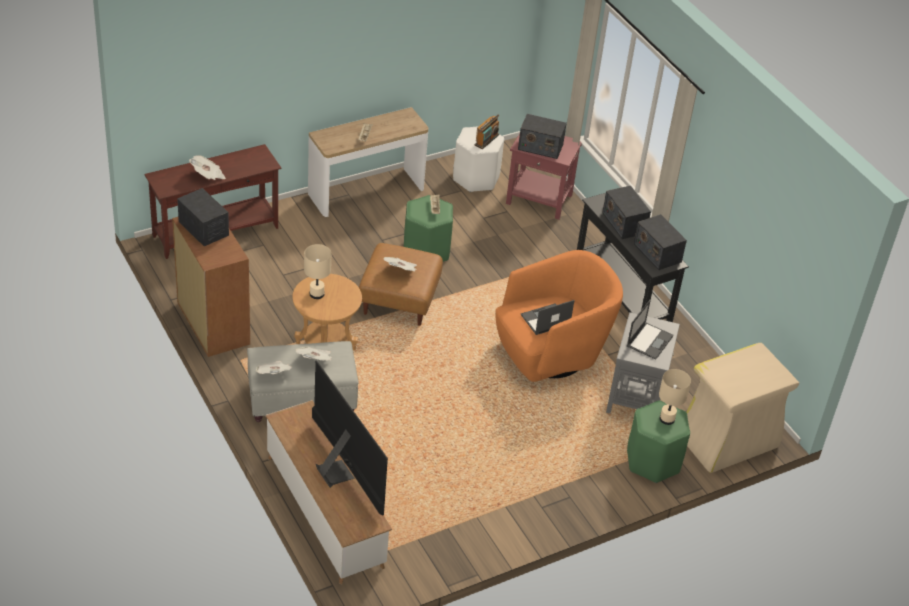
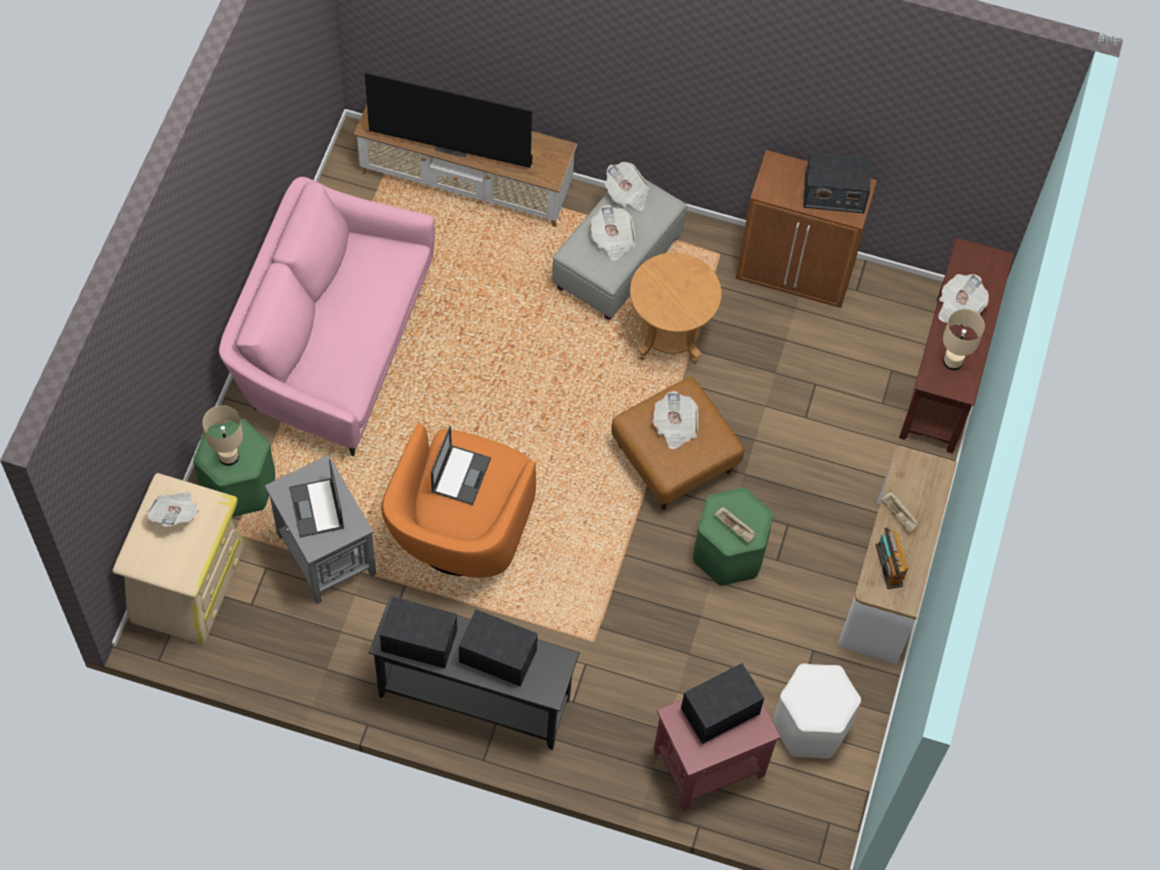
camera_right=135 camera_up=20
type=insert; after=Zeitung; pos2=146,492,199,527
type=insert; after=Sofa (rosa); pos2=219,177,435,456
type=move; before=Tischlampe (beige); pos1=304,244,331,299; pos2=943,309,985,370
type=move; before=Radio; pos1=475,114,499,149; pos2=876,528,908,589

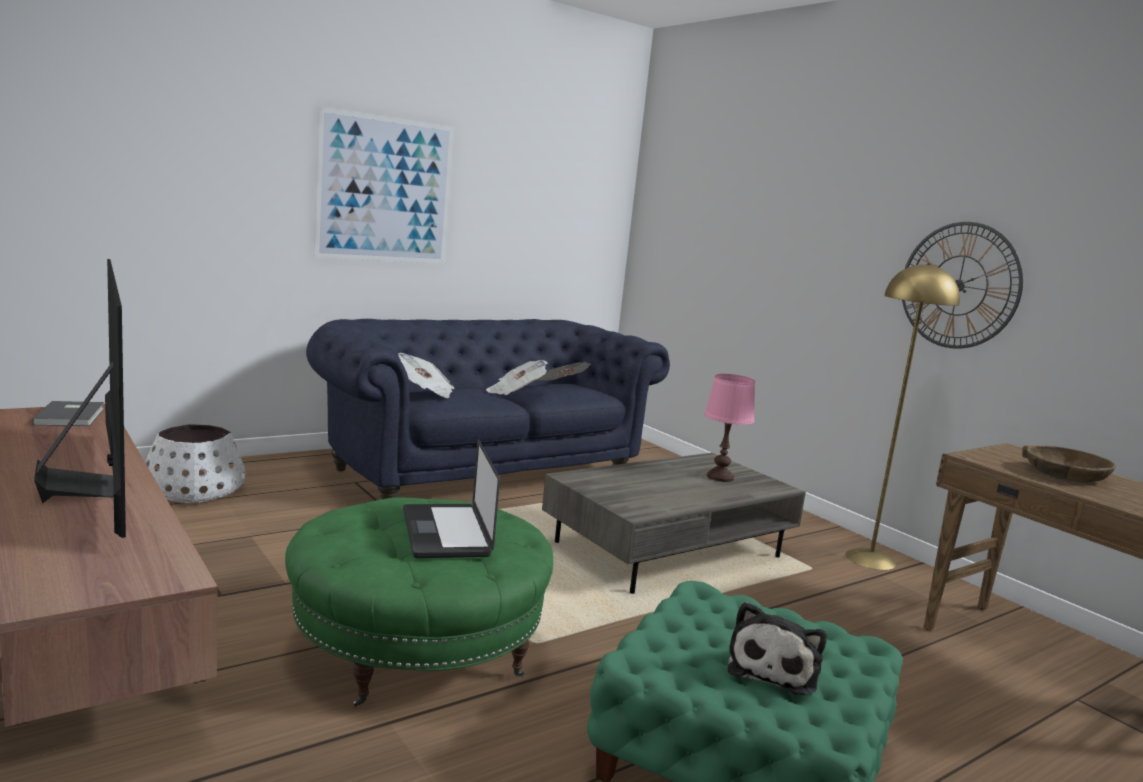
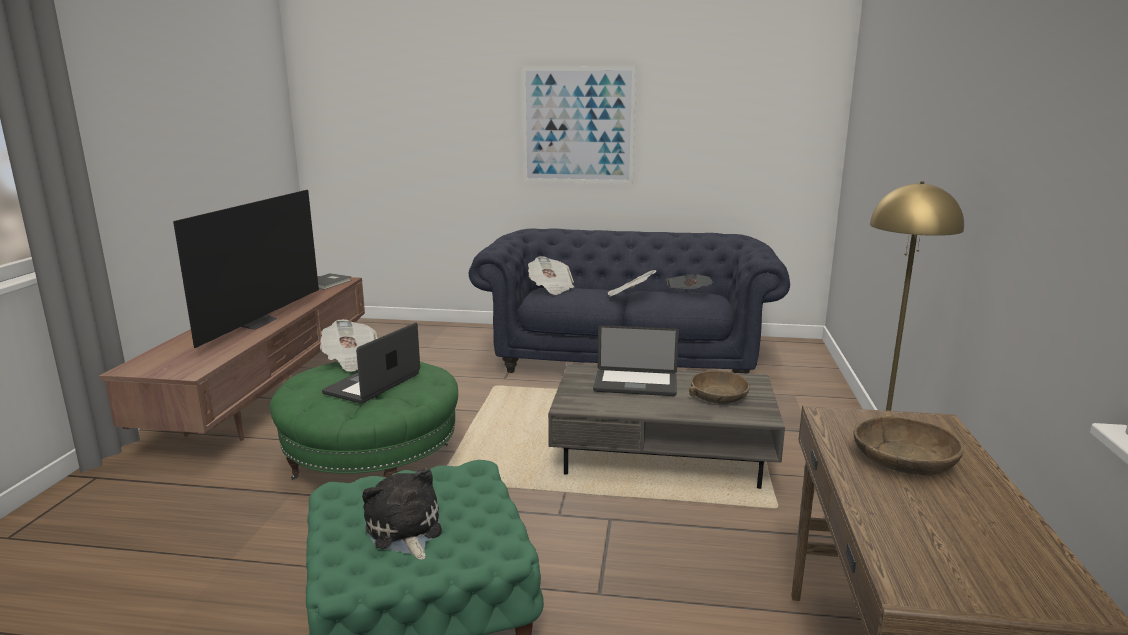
camera_right=45 camera_up=5
type=delete; before=Pflanzkübel (weiß); pos1=145,424,246,503
type=delete; before=Wanduhr; pos1=902,222,1023,349
type=insert; after=Zeitung; pos2=320,319,377,372
type=insert; after=Laptop; pos2=593,325,679,396
type=replace; before=Tischlampe (rosa); after=Schüssel (braun); pos1=704,374,755,482; pos2=689,371,750,404
type=rotate; before=Plüschtier; pos1=728,602,827,695; pos2=362,468,442,560; turn=90

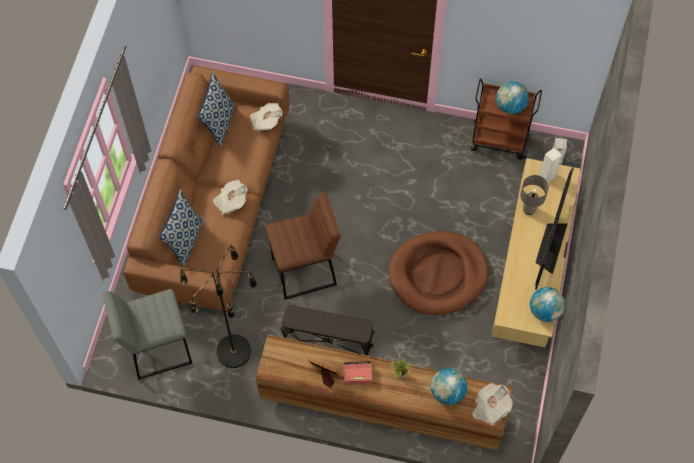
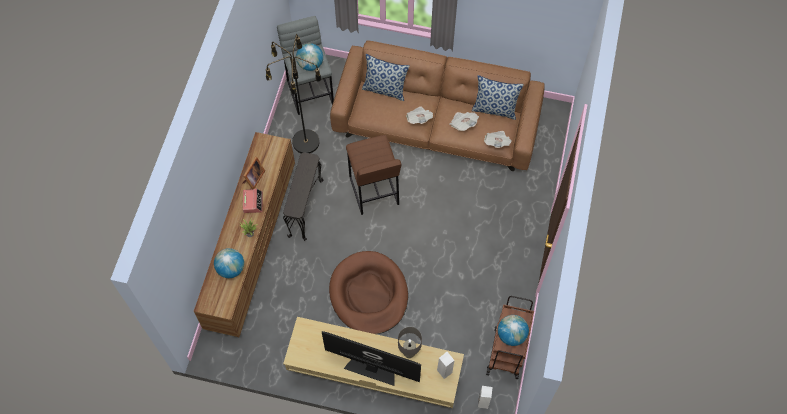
camera_right=90 camera_up=0
type=move; before=Zeitung; pos1=472,383,513,425; pos2=449,112,479,131
type=move; before=Globus; pos1=530,287,565,322; pos2=296,43,323,71

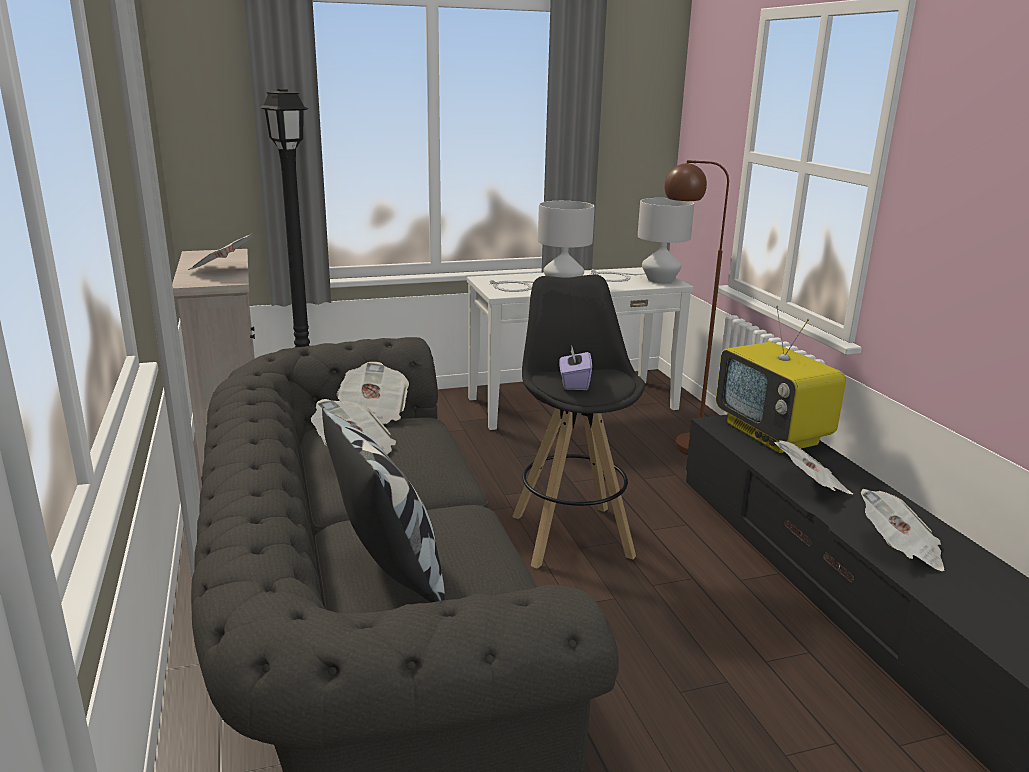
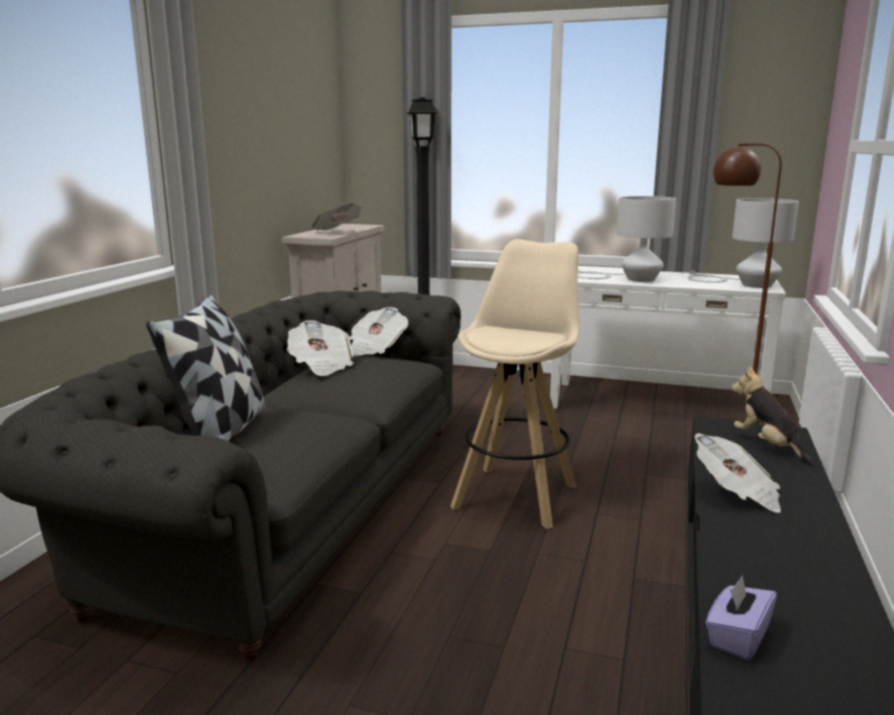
camera_right=35 camera_up=-5
type=delete; before=Zeitung; pos1=861,489,945,571
type=move; before=Taschentuchbox (lila); pos1=559,347,592,390; pos2=706,575,777,661
type=replace; before=Fernseher; after=Plüschtier; pos1=716,306,846,453; pos2=732,366,815,466
type=recolor; before=Hocker (schwarz); after=Hocker (beige); pos1=512,275,645,569; pos2=451,239,580,529

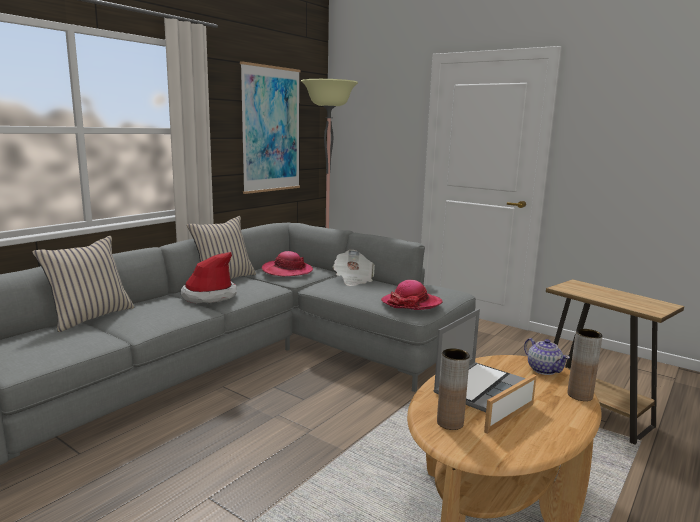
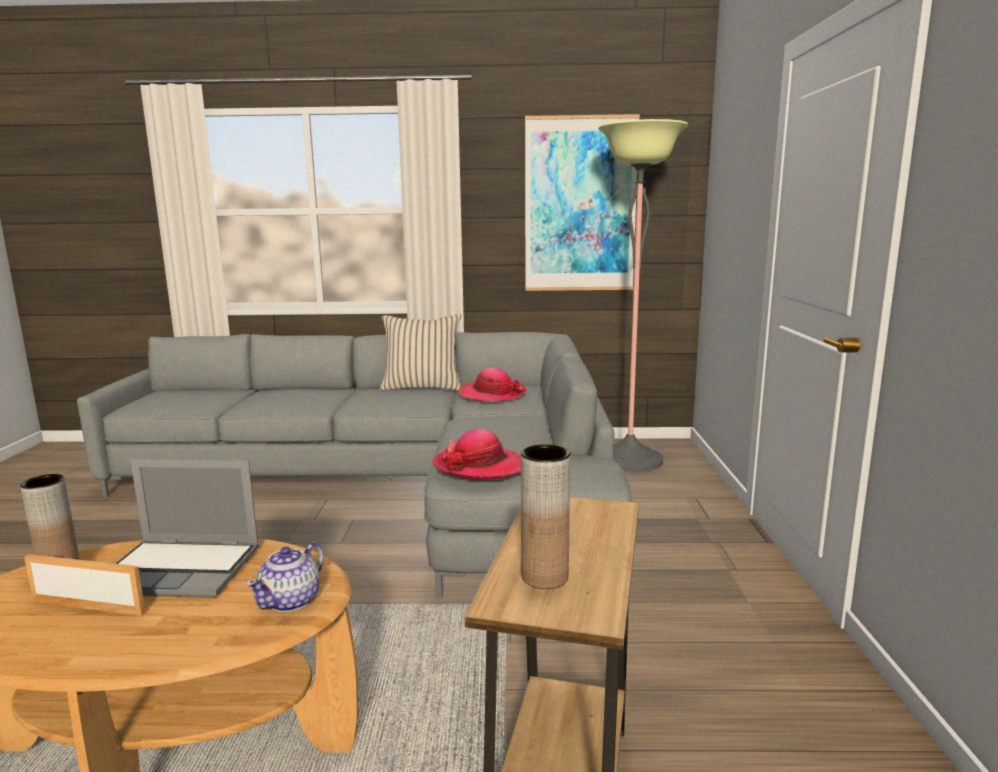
camera_right=55 camera_up=0
type=delete; before=Kissen (beige); pos1=32,236,135,332
type=delete; before=Hut; pos1=180,252,237,303
type=delete; before=Zeitung; pos1=333,250,375,286
type=move; before=Vase (braun); pos1=567,329,603,401; pos2=521,444,571,589

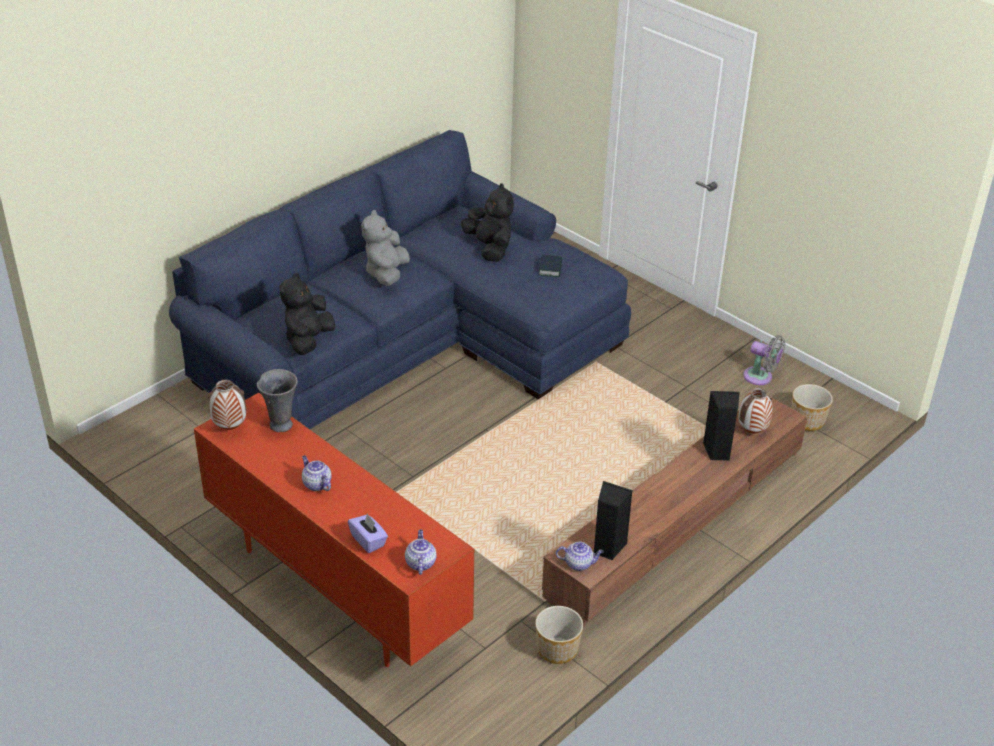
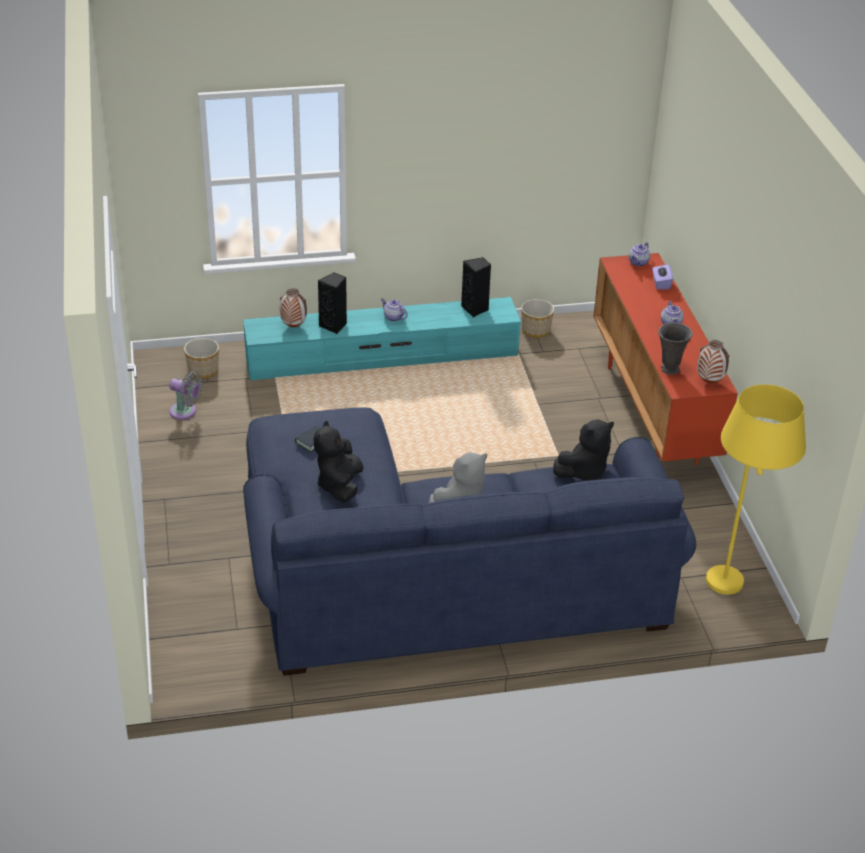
camera_right=-145 camera_up=0
type=insert; after=Stehlampe (gelb); pos2=706,384,806,595
type=move; before=Teekanne; pos1=556,542,604,571; pos2=381,298,408,322
type=recolor; before=Fernsehschrank (braun); after=Fernsehschrank (türkis); pos1=542,397,807,628; pos2=243,297,521,380
type=rotate; before=Ventilator (grau); pos1=743,335,785,385; pos2=169,371,203,420; turn=135

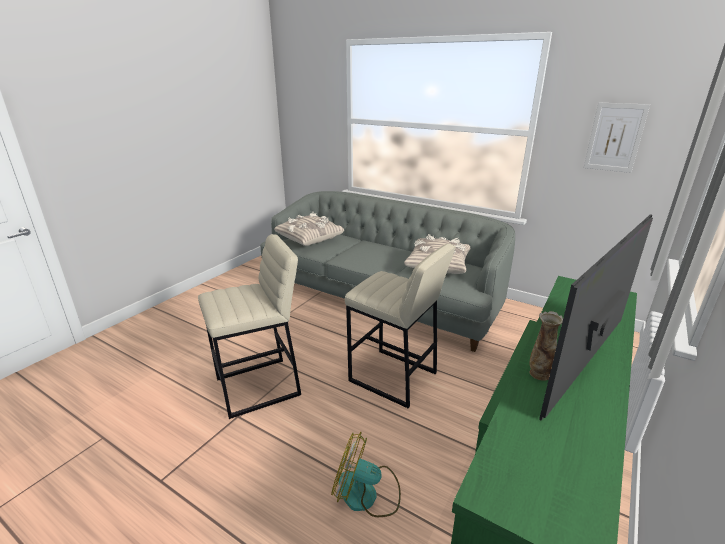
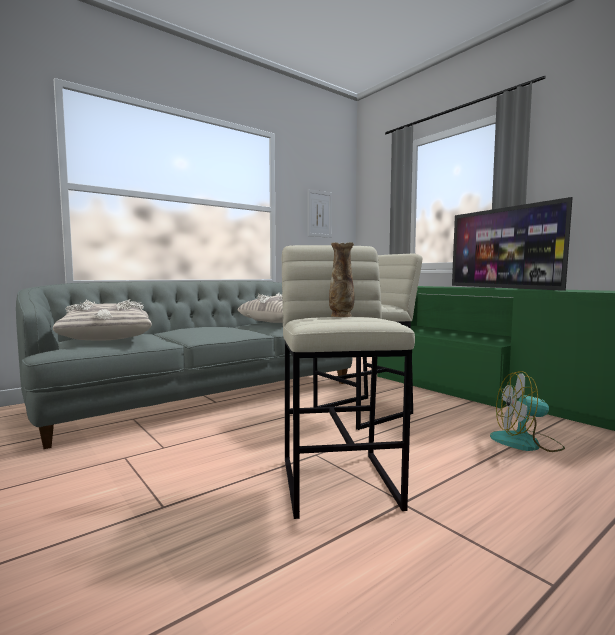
camera_right=-70 camera_up=-20
type=move; before=Vase; pos1=530,311,563,381; pos2=329,242,354,317
type=rotate; before=Ventilator; pos1=331,432,401,517; pos2=490,371,565,452; turn=60

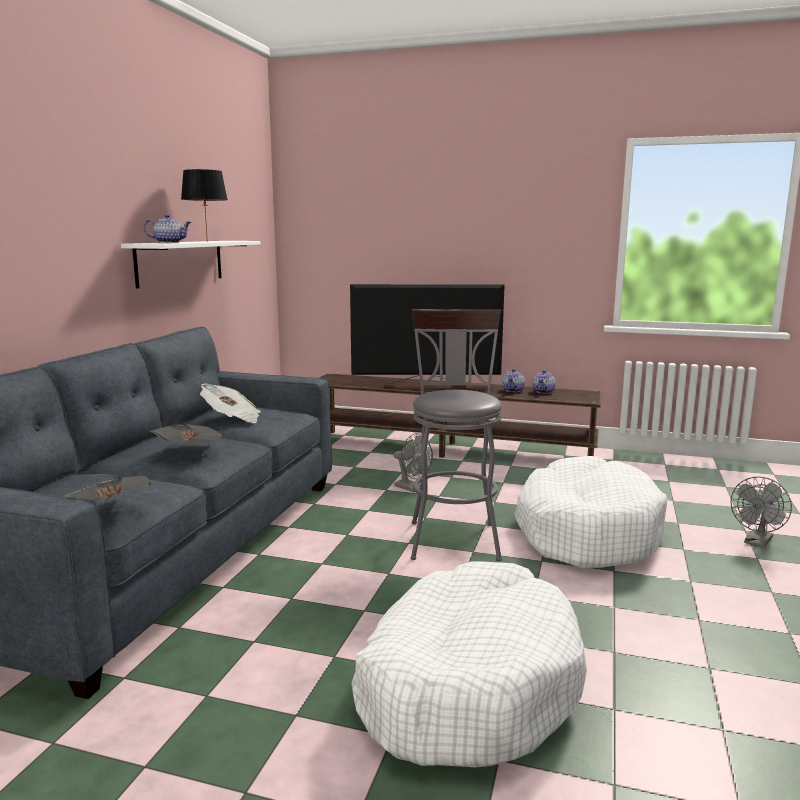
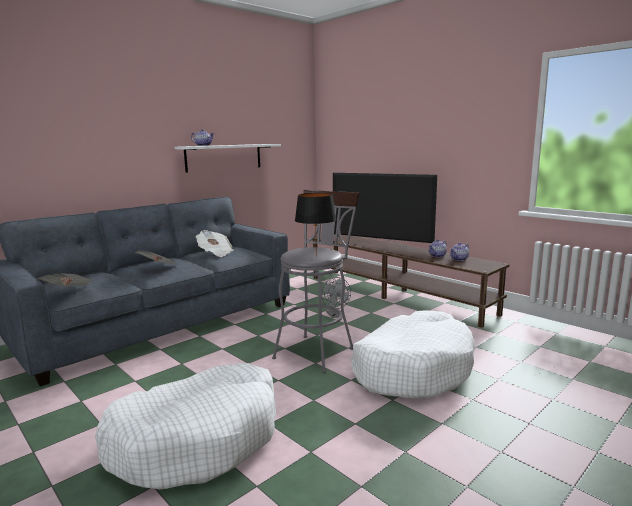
camera_right=30 camera_up=0
type=delete; before=Ventilator (grau); pos1=731,477,792,548
type=move; before=Tischlampe (schwarz); pos1=181,169,228,242; pos2=295,193,336,257

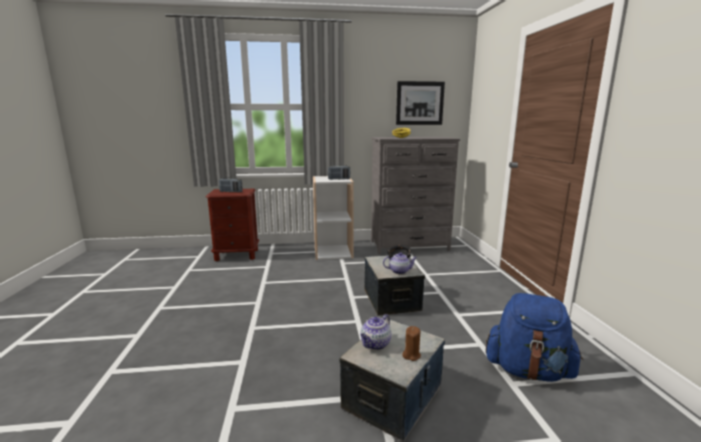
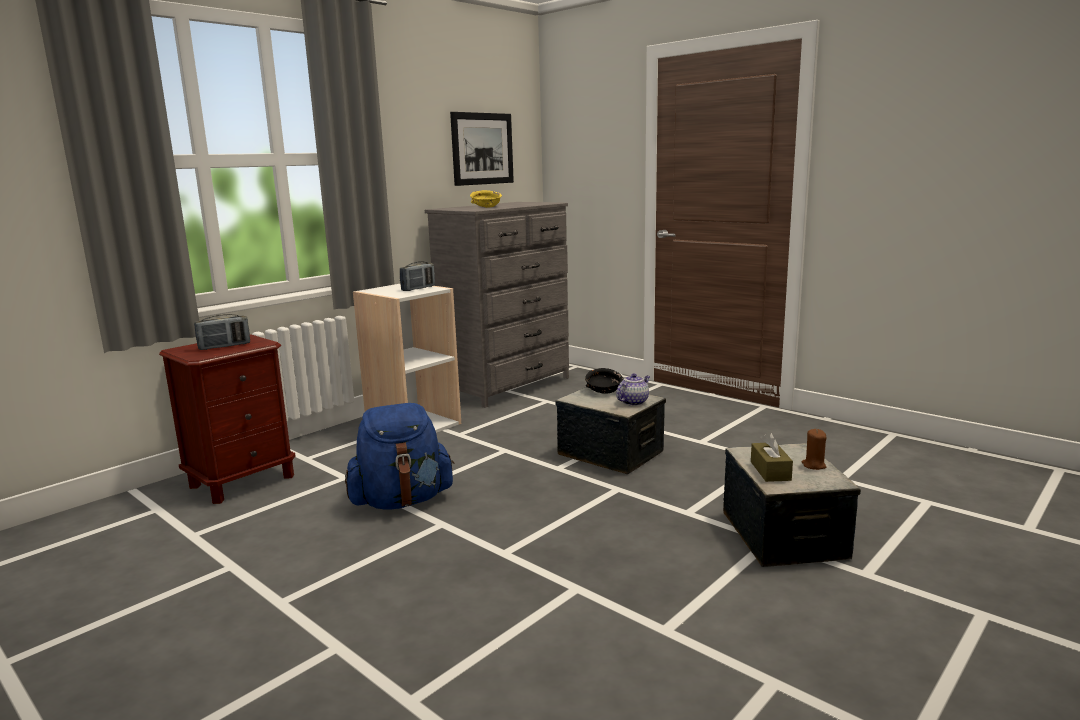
camera_right=-40 camera_up=0
type=move; before=Rucksack (blau); pos1=486,293,583,382; pos2=345,403,455,509
type=replace; before=Teekanne; after=Taschentuchbox (braun); pos1=361,314,391,350; pos2=751,432,793,482

